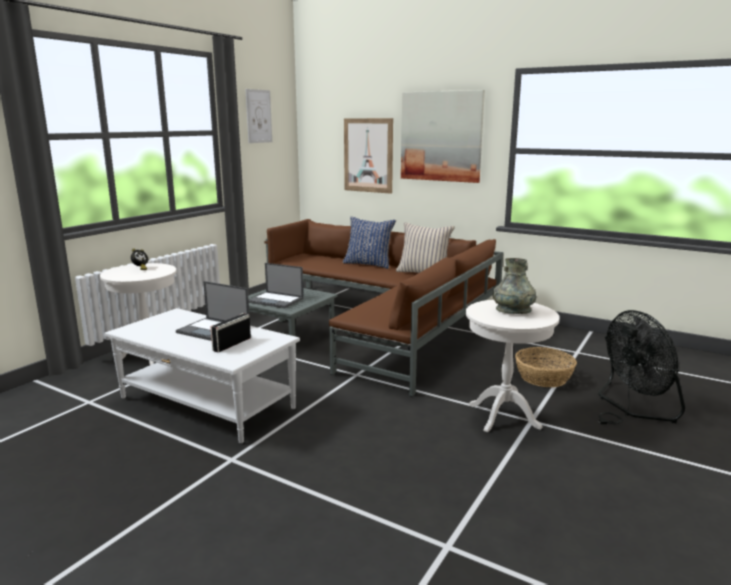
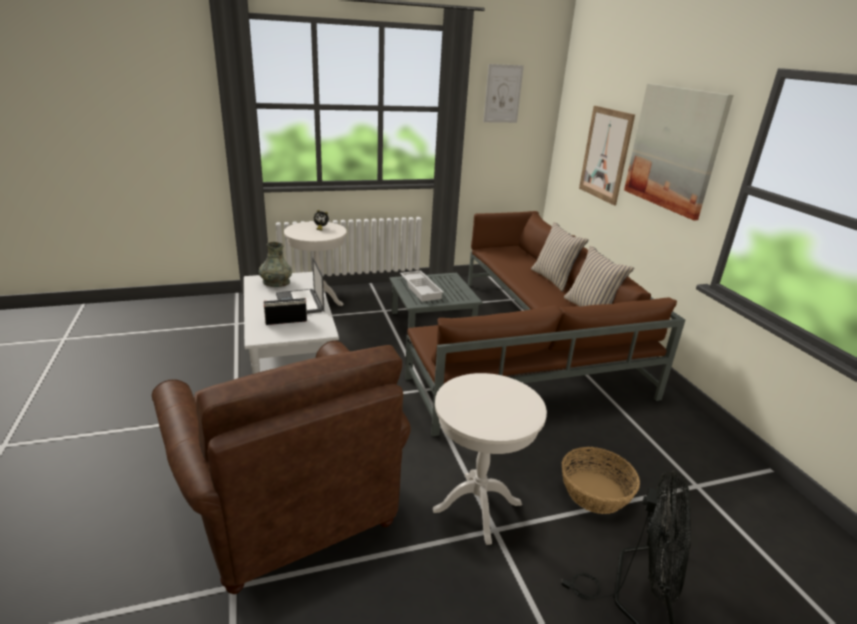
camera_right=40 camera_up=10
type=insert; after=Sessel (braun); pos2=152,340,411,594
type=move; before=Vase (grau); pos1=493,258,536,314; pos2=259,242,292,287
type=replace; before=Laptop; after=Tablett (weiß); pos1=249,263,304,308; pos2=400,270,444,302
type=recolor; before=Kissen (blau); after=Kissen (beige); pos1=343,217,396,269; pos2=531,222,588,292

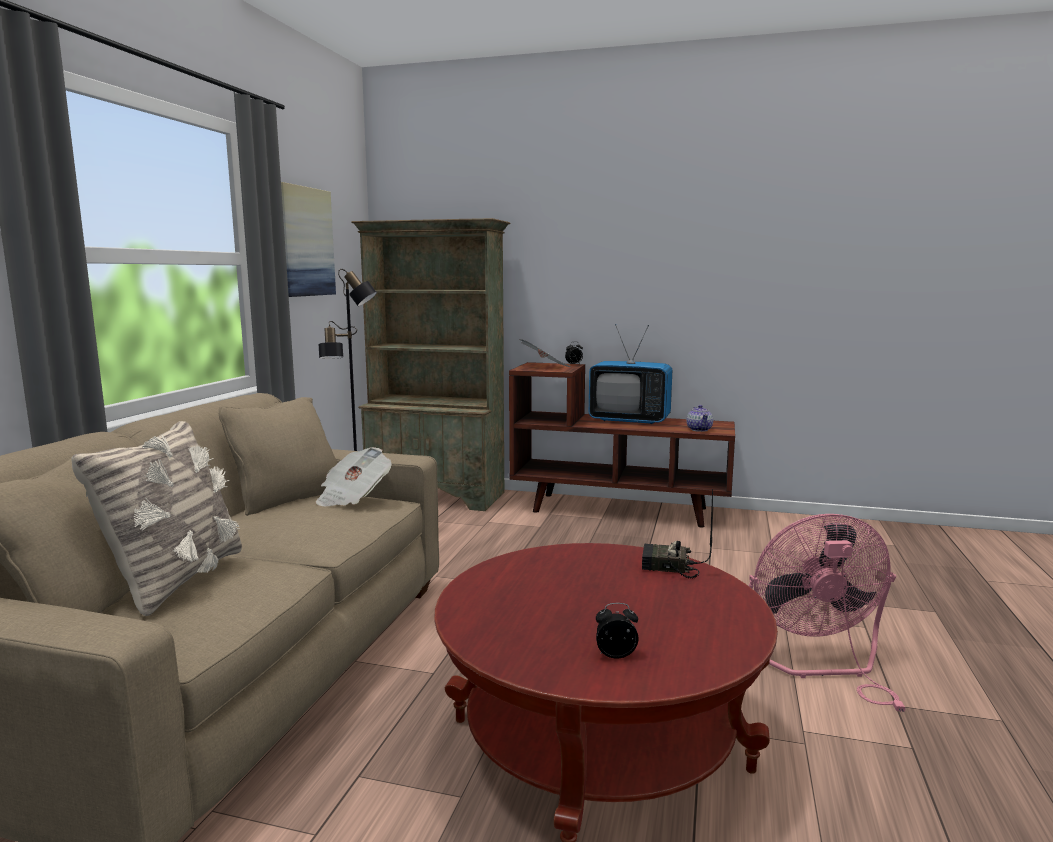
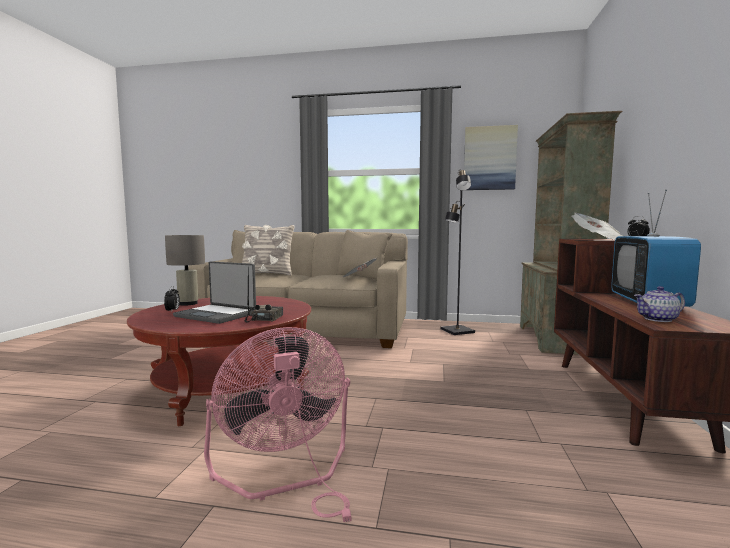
camera_right=85 camera_up=-5
type=insert; after=Tischlampe (grau); pos2=165,235,205,306
type=insert; after=Laptop; pos2=173,261,256,324
type=rotate; before=Ventilator (rosa); pos1=749,514,905,712; pos2=204,327,352,522; turn=-105

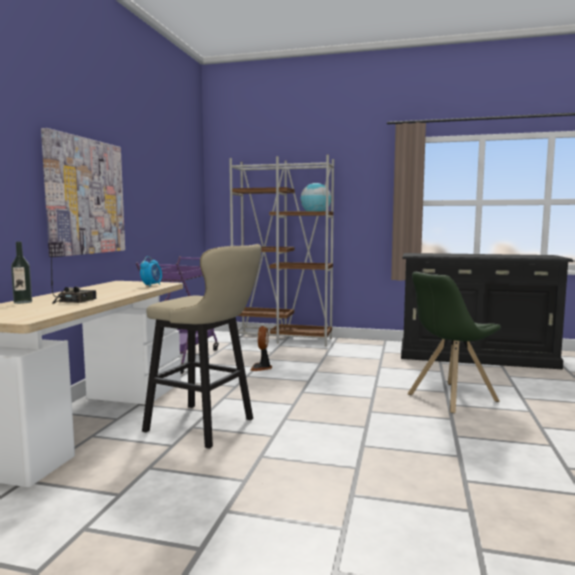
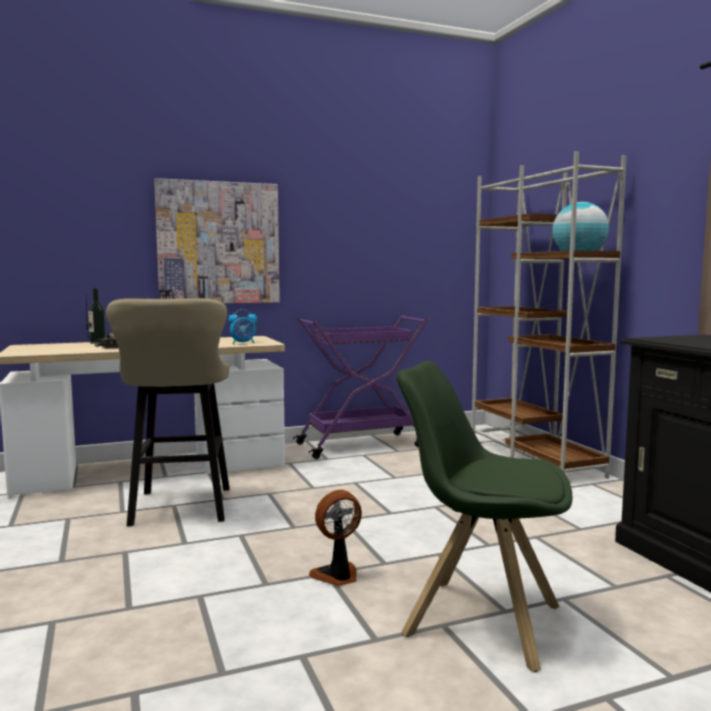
camera_right=55 camera_up=0
type=move; before=Ventilator; pos1=250,326,272,371; pos2=309,490,362,586

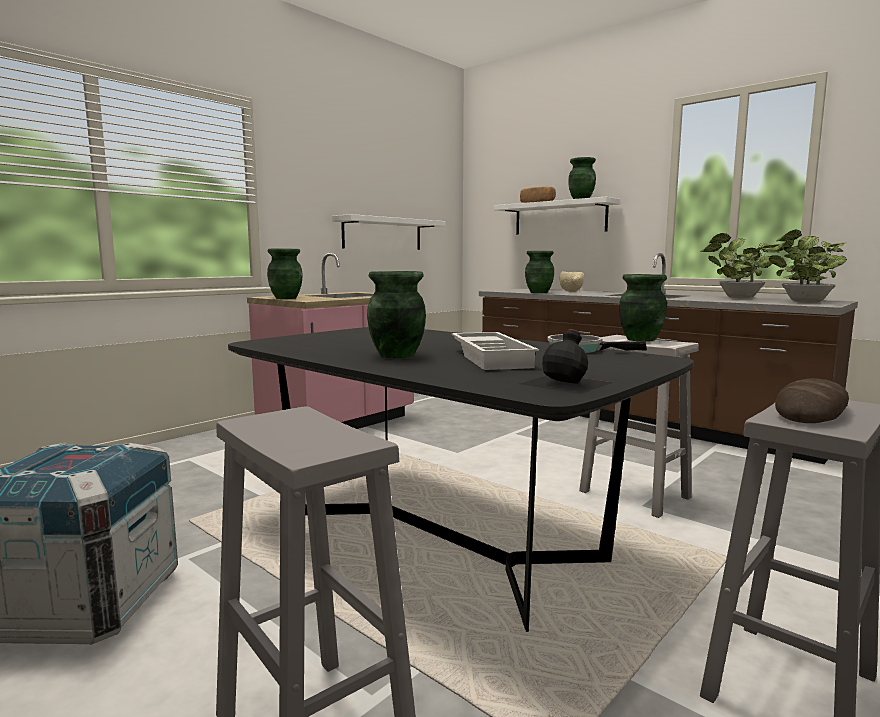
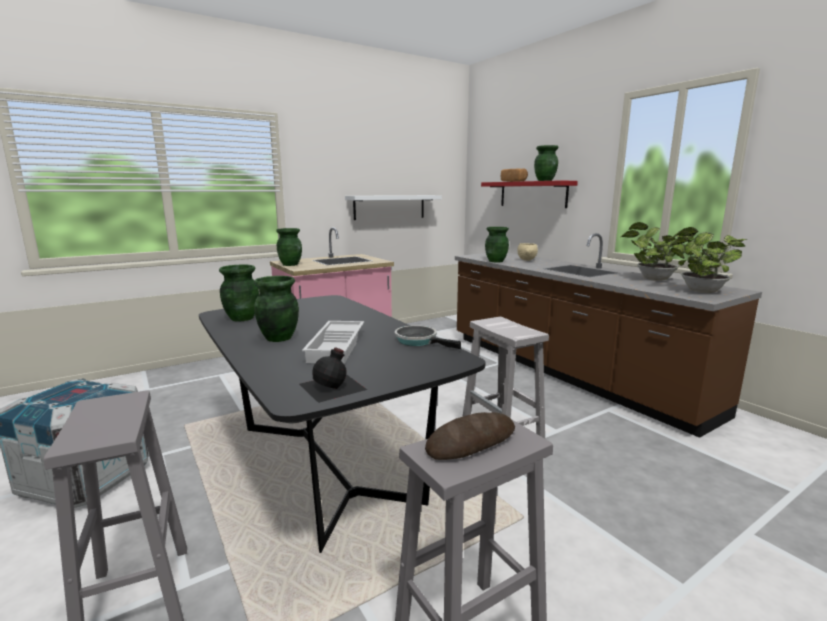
camera_right=15 camera_up=5
type=move; before=Vase (grün); pos1=619,274,667,342; pos2=219,265,259,321
type=recolor; before=Wandregal (weiß); after=Wandregal (rot); pos1=494,197,620,234; pos2=481,180,578,208

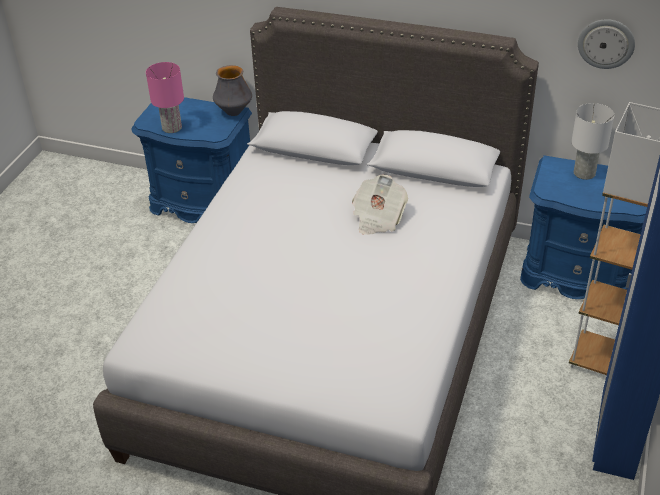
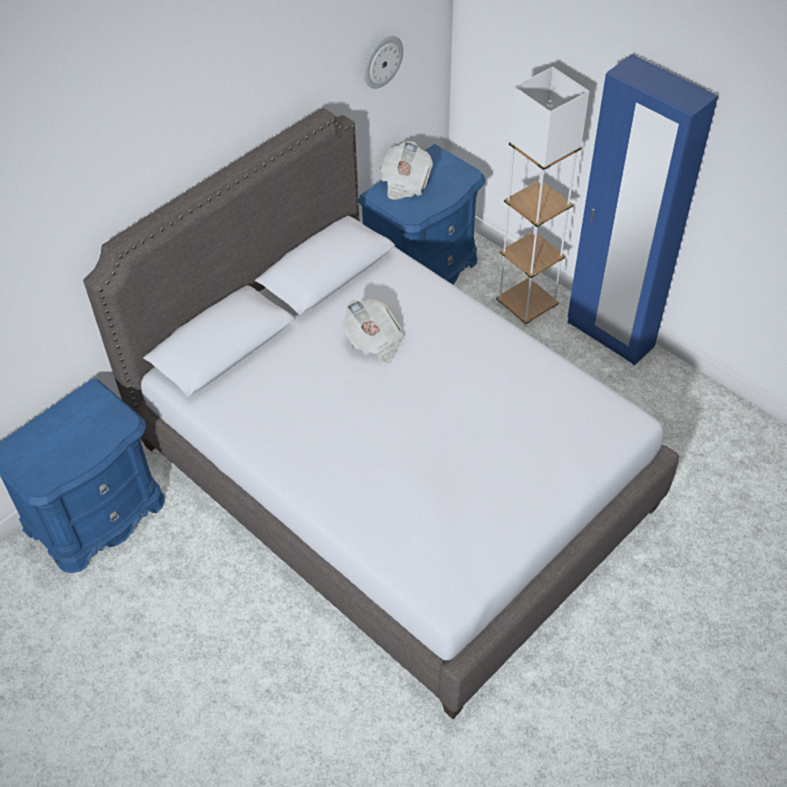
camera_right=-65 camera_up=10
type=delete; before=Tischlampe (rosa); pos1=146,62,184,133
type=delete; before=Vase; pos1=213,65,252,116
type=replace; before=Tischlampe (weiß); after=Zeitung; pos1=571,103,614,180; pos2=380,141,433,200

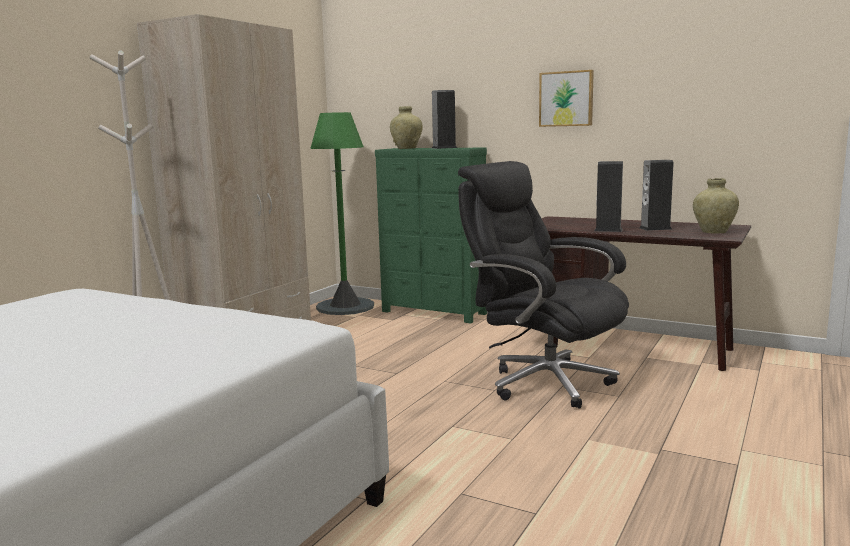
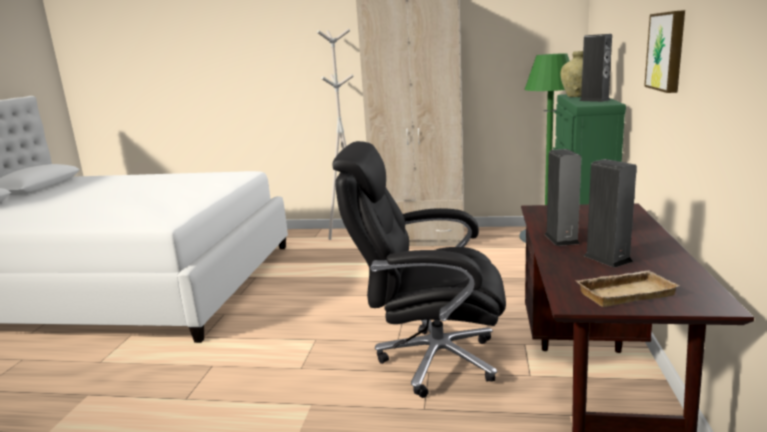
camera_right=70 camera_up=5
type=replace; before=Vase (beige); after=Tablett (beige); pos1=693,178,739,234; pos2=575,271,679,307
type=rotate; before=Bürostuhl (schwarz); pos1=458,161,629,409; pos2=332,141,506,398; turn=-105

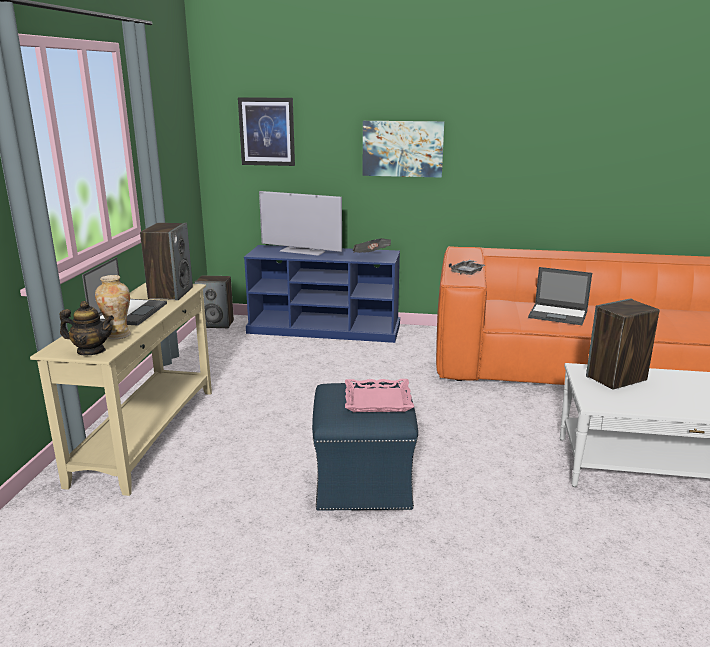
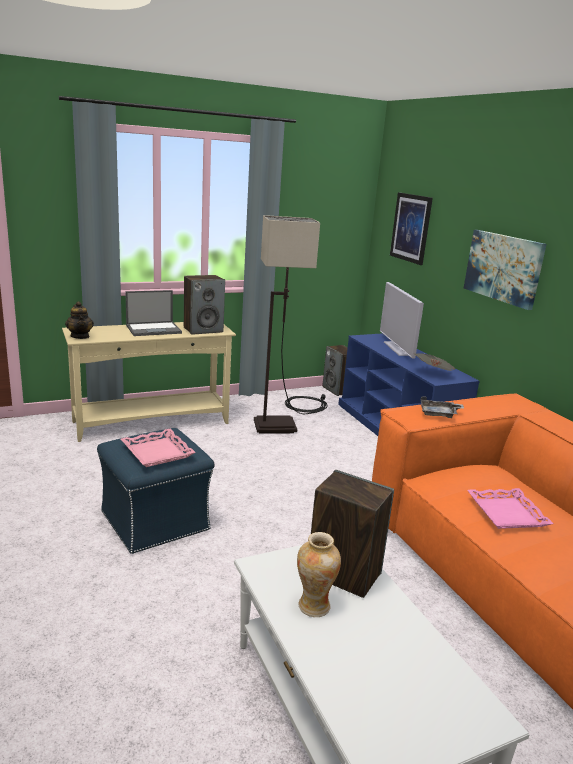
camera_right=55 camera_up=0
type=insert; after=Stehlampe; pos2=254,215,328,434
type=move; before=Vase; pos1=95,275,131,340; pos2=297,532,341,617
type=replace; before=Laptop; after=Tablett (rosa); pos1=528,267,592,325; pos2=467,488,554,529

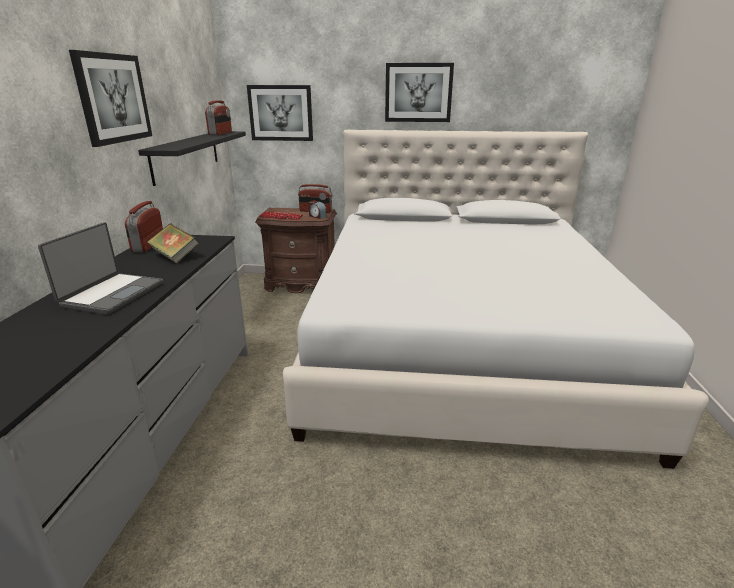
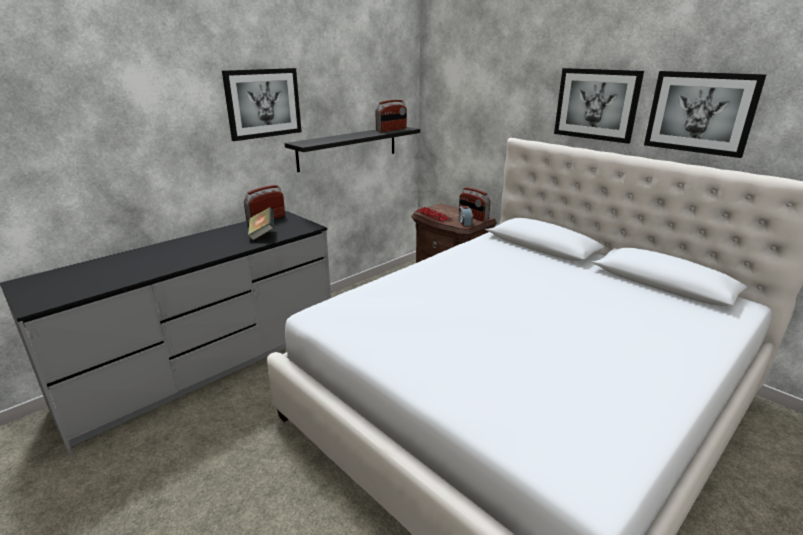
camera_right=40 camera_up=0
type=delete; before=Laptop; pos1=38,222,163,315
type=move; before=Bild; pos1=247,85,313,141; pos2=644,71,767,158

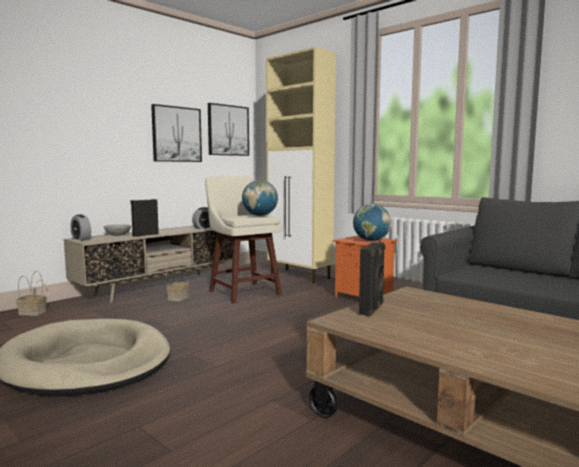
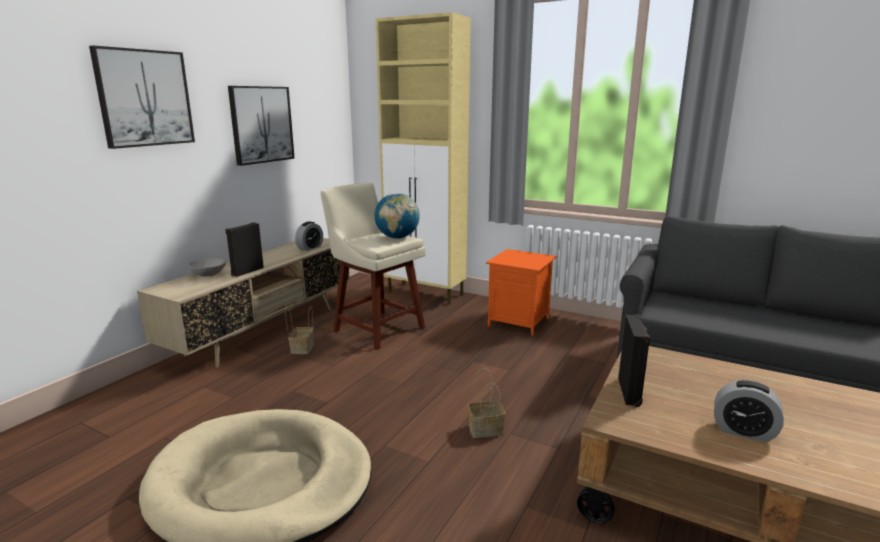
camera_right=-15 camera_up=10
type=delete; before=Globus; pos1=353,204,391,241
type=move; before=Korb; pos1=16,271,47,316; pos2=468,368,505,438
type=move; before=Wecker; pos1=70,214,91,241; pos2=714,380,784,443
type=move; before=Bild; pos1=208,103,249,156; pos2=89,46,195,149

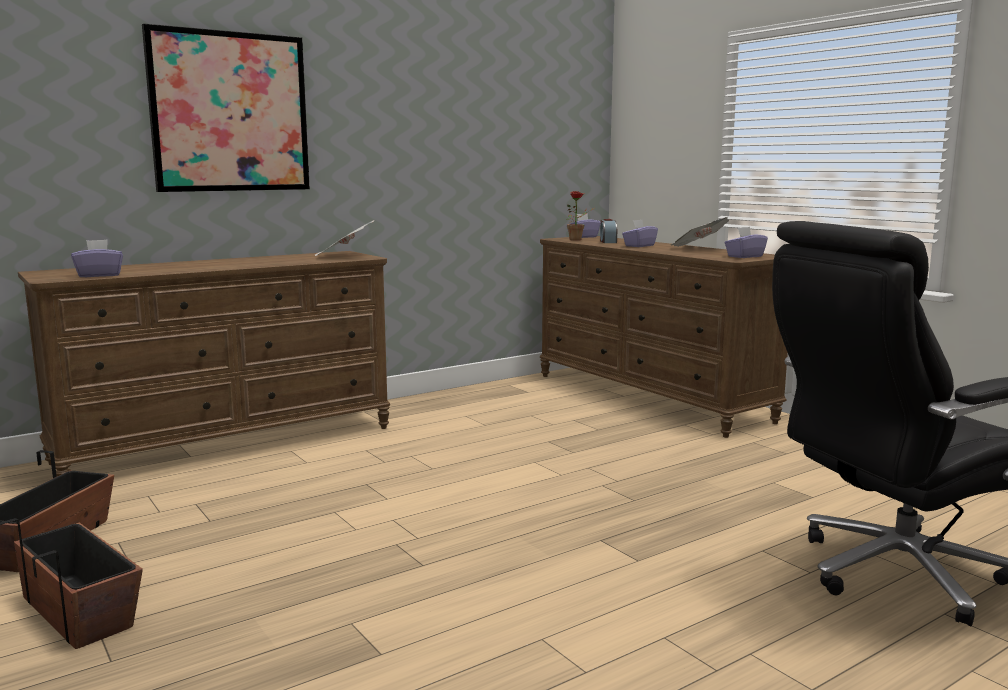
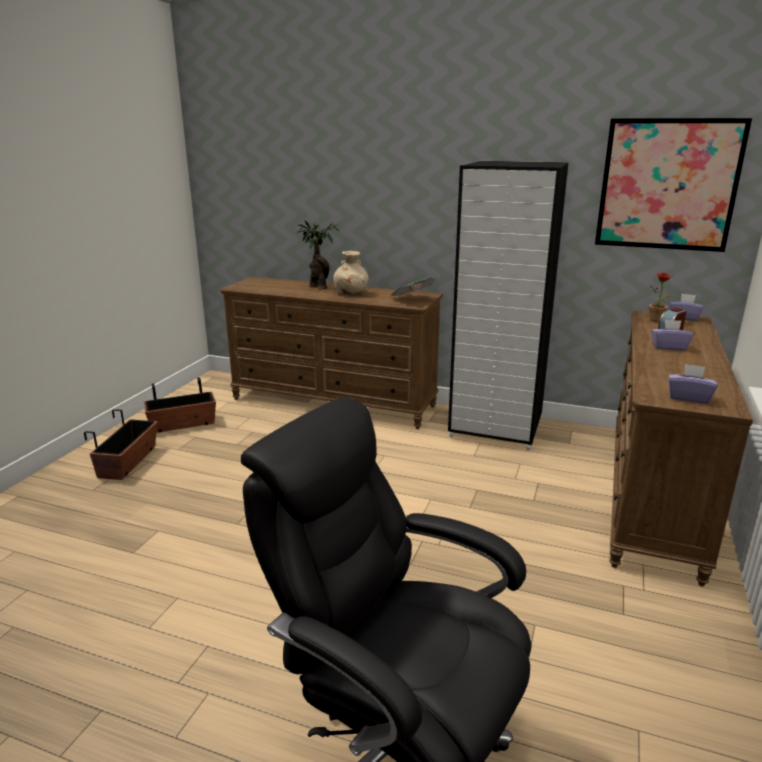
camera_right=55 camera_up=10
type=delete; before=Taschentuchbox (lila); pos1=71,239,123,277
type=delete; before=Zeitung; pos1=671,217,729,247
type=insert; after=Topfpflanze; pos2=297,220,339,290
type=insert; after=Vase (beige); pos2=333,251,369,295
type=insert; after=Kleiderschrank; pos2=448,161,569,450
type=move; before=Bild; pos1=142,23,310,192; pos2=595,118,752,252

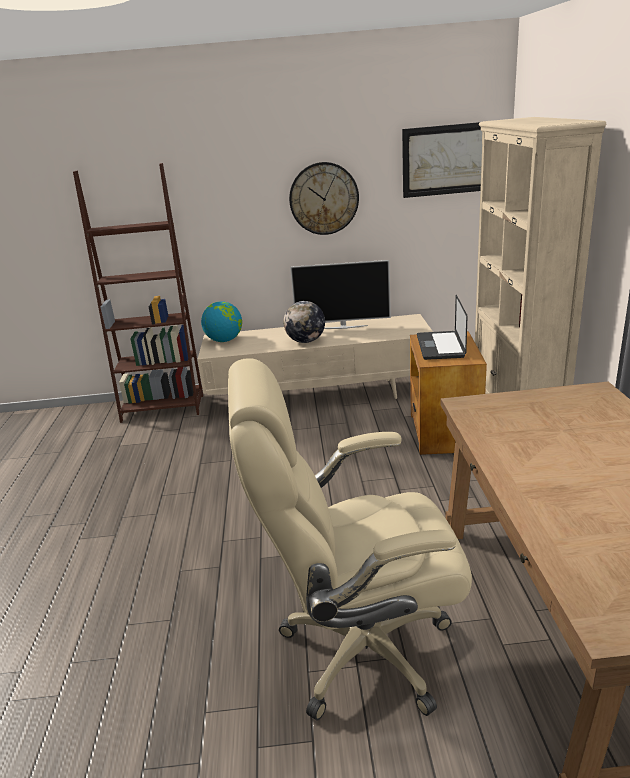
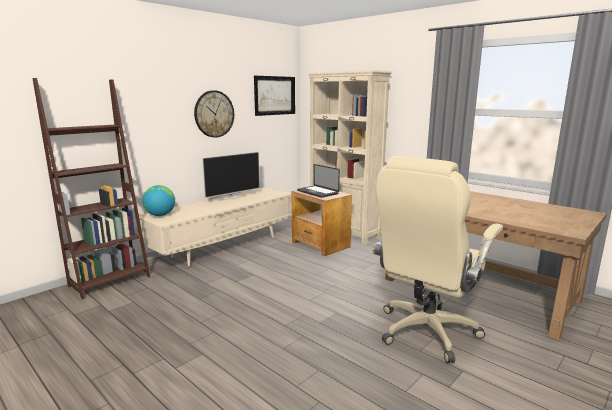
camera_right=-45 camera_up=-10
type=delete; before=Globus; pos1=284,301,325,343

